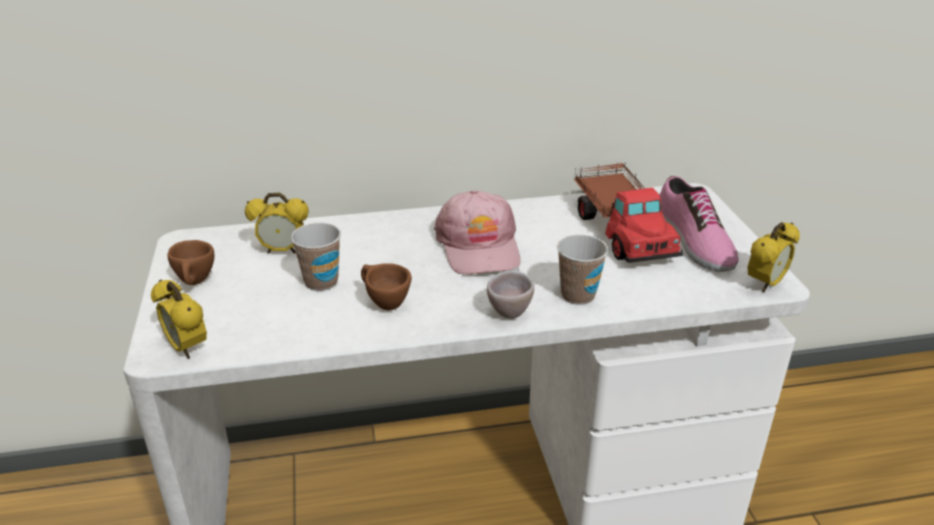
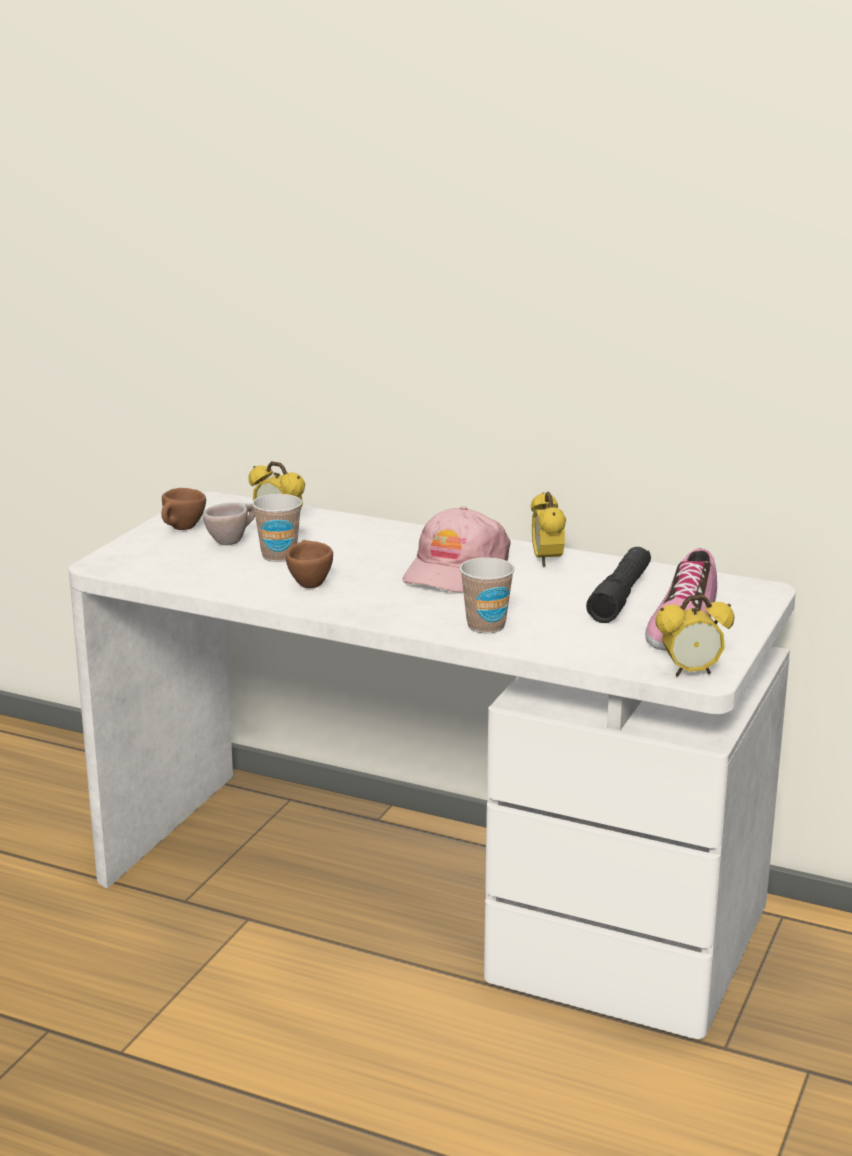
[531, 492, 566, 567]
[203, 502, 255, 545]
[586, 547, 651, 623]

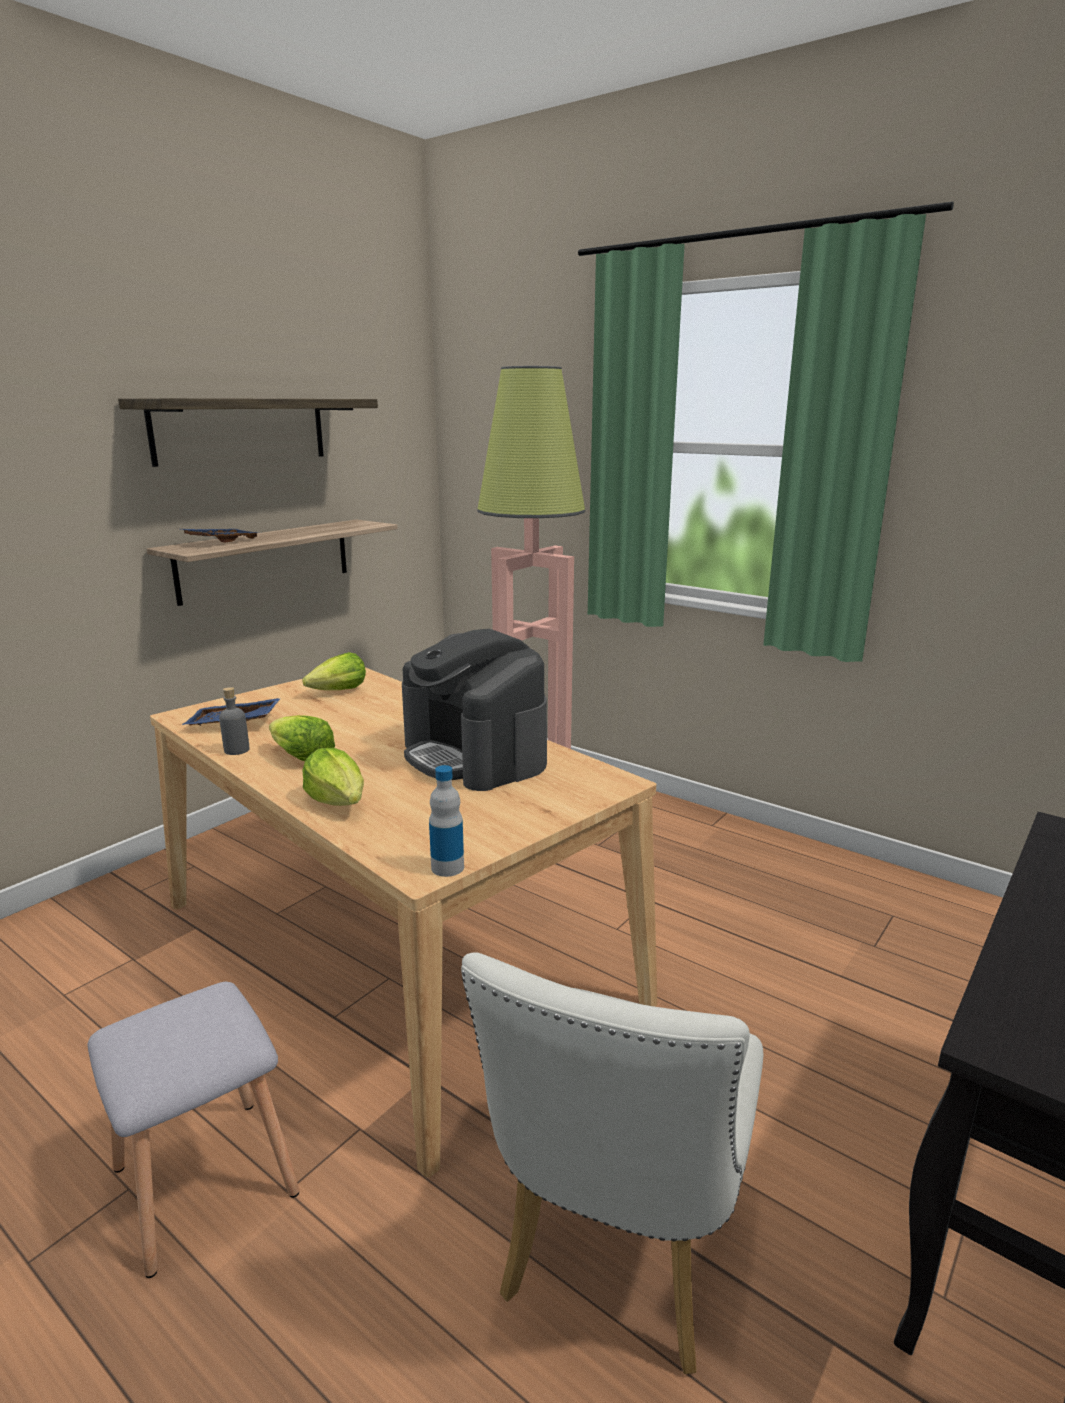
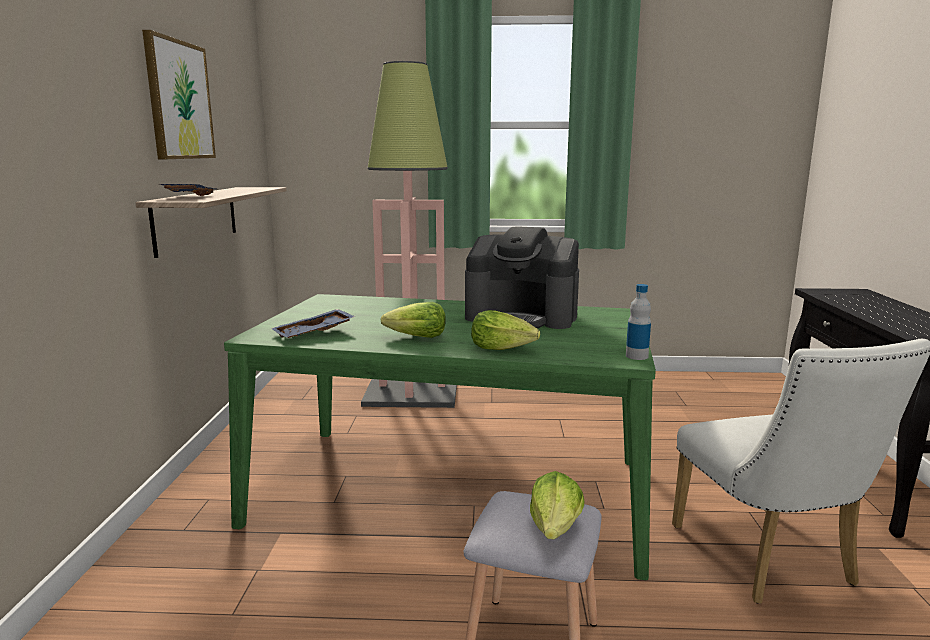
[219, 687, 250, 755] (first image)
[530, 471, 584, 540]
[142, 30, 216, 159]
[224, 294, 656, 580]

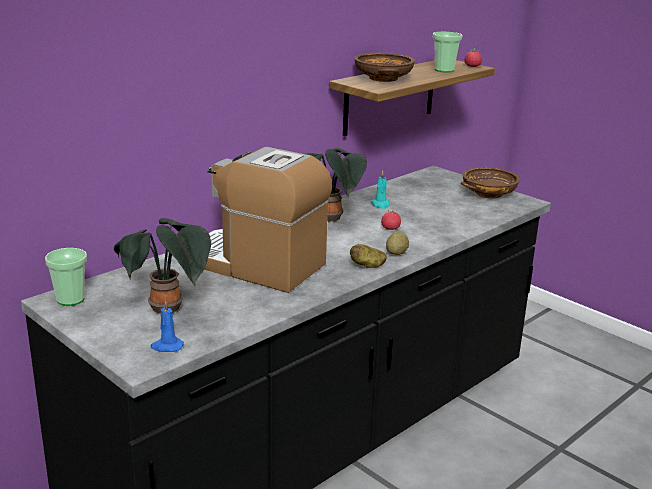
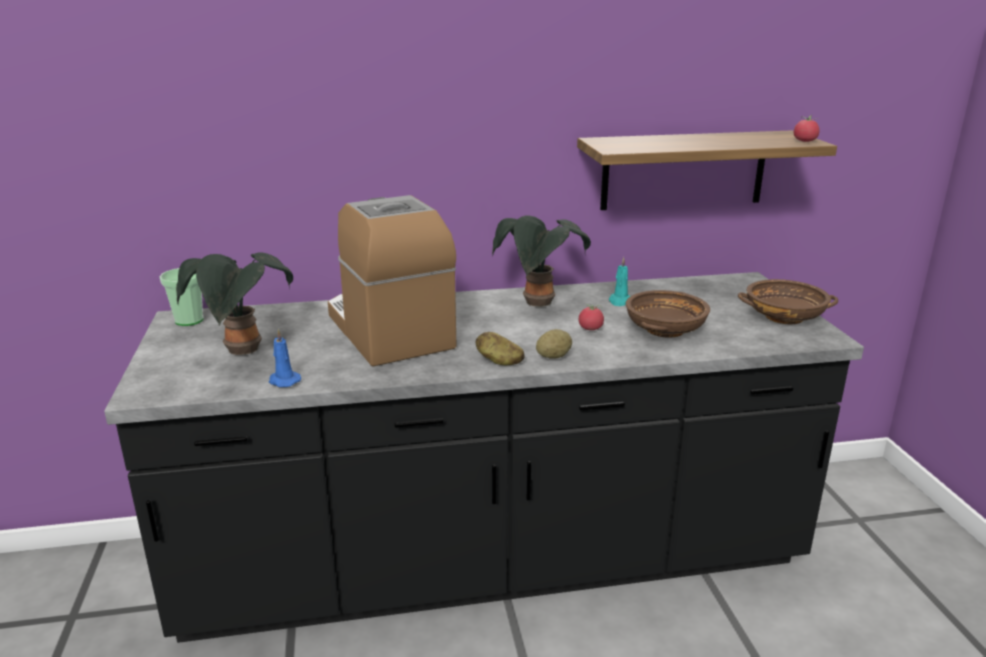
[433, 32, 462, 72] (first image)
[269, 329, 301, 387]
[626, 290, 710, 338]

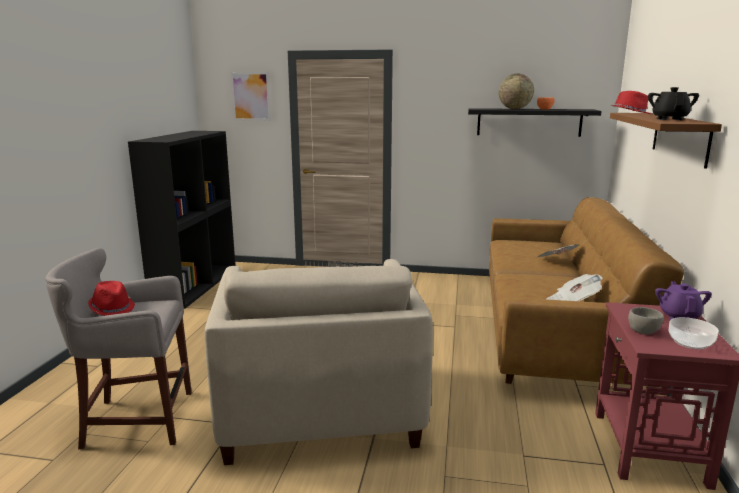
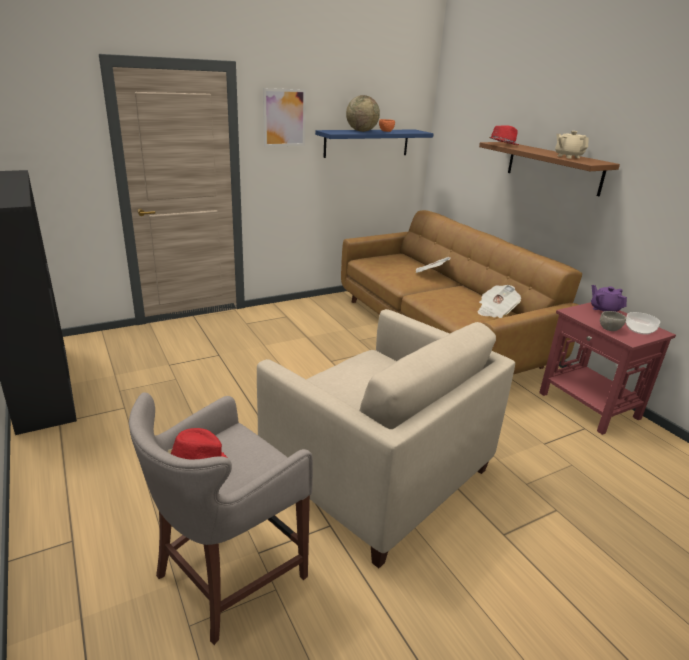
[263, 88, 306, 147]
[315, 130, 434, 158]
[555, 131, 589, 159]

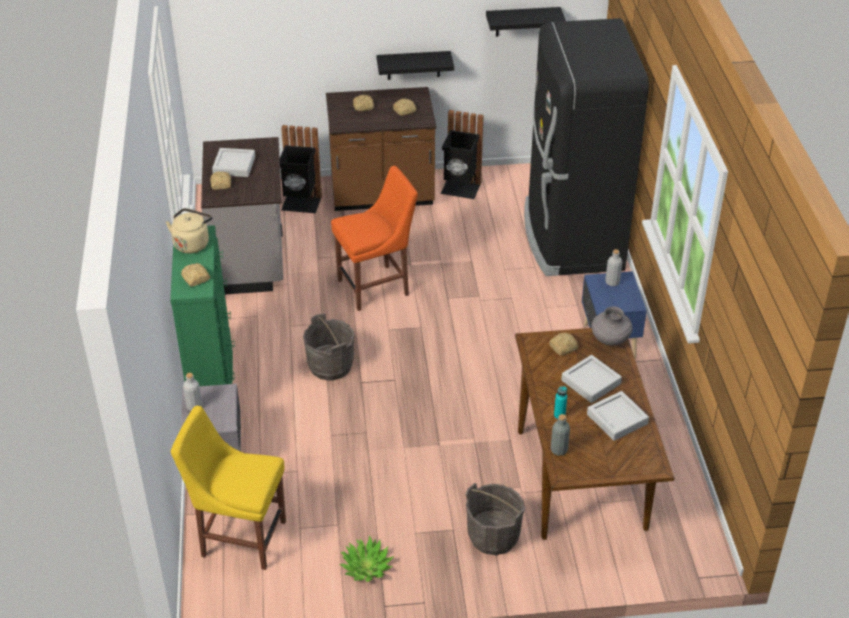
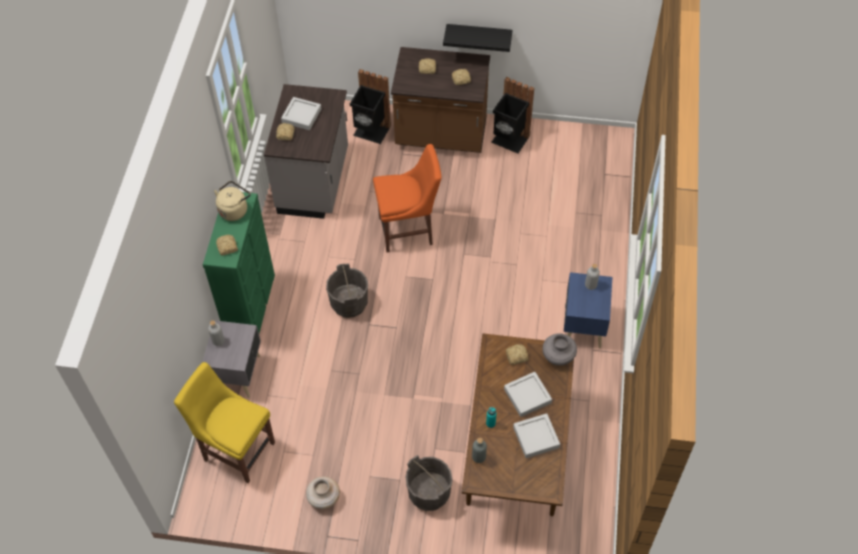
[486, 7, 566, 37] (first image)
[524, 18, 649, 276] (first image)
[306, 476, 340, 509]

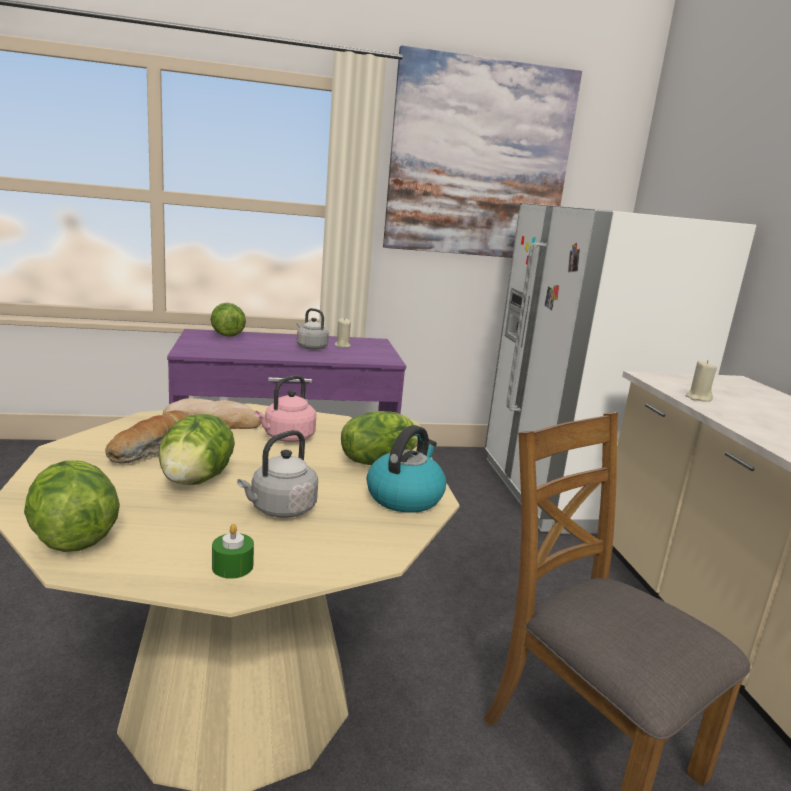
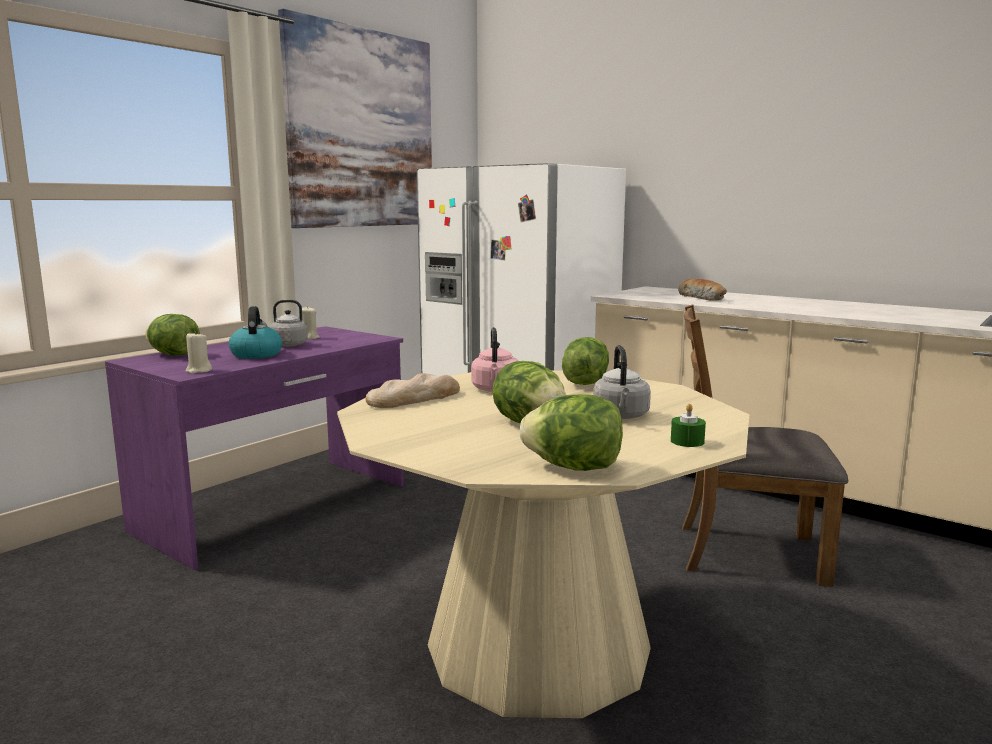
[678, 279, 727, 301]
[229, 306, 282, 359]
[186, 331, 212, 374]

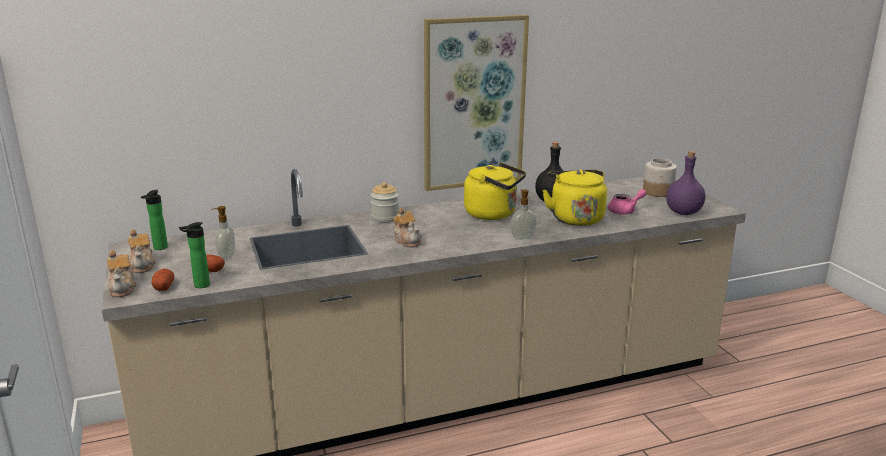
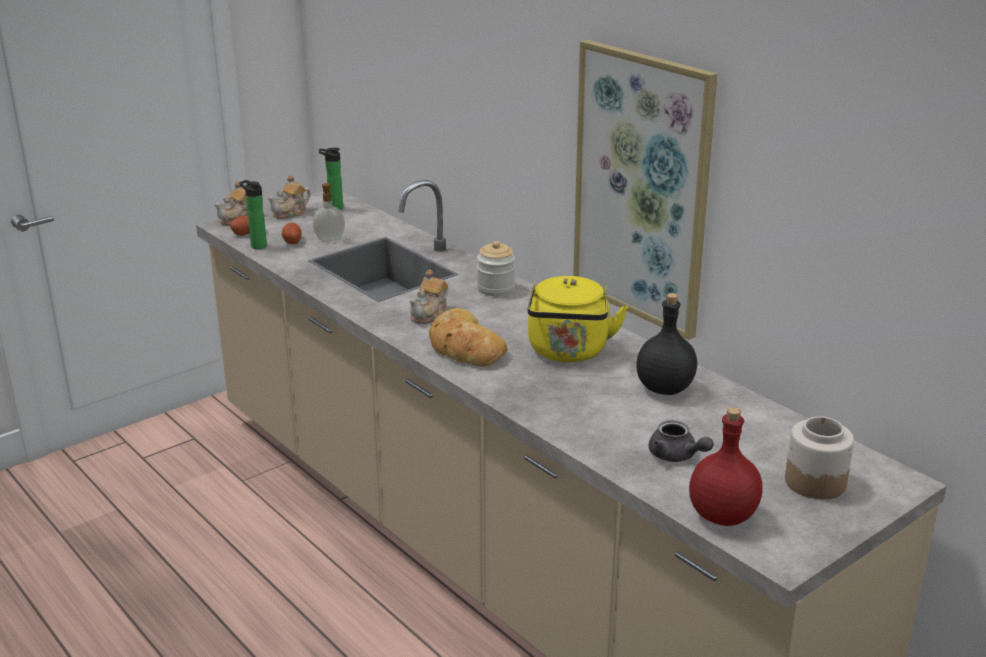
[510, 189, 537, 240] (first image)
[542, 170, 607, 226] (first image)
[429, 308, 507, 367]
[649, 420, 714, 462]
[689, 407, 763, 526]

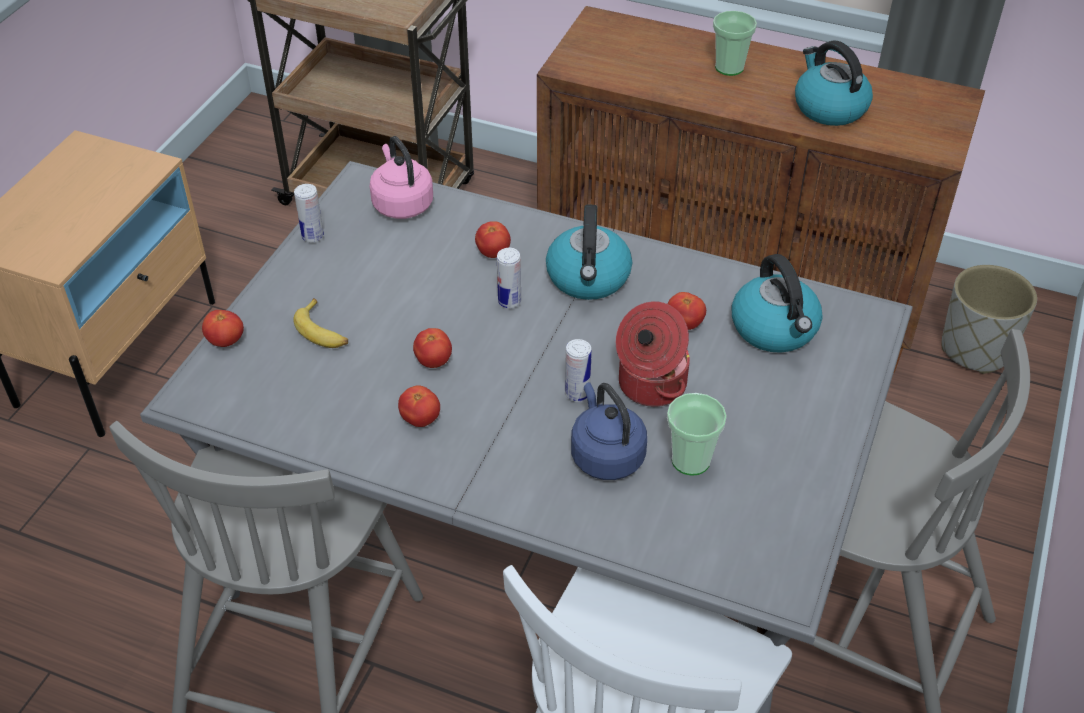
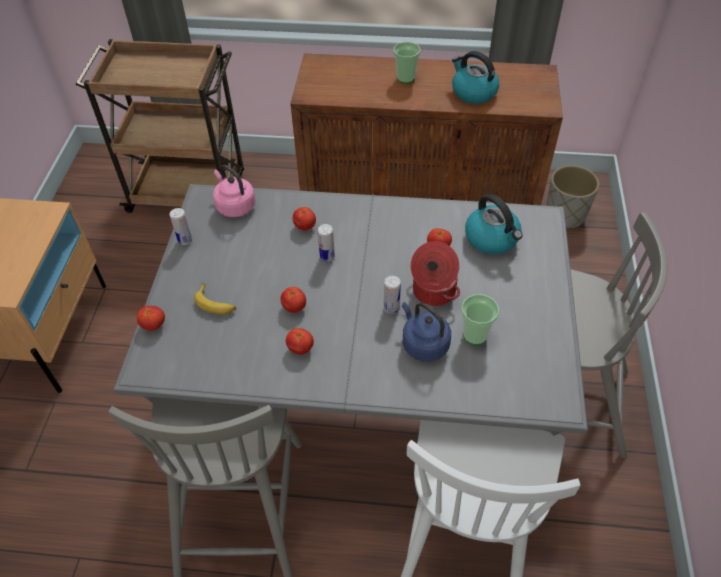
[546, 204, 632, 300] (first image)

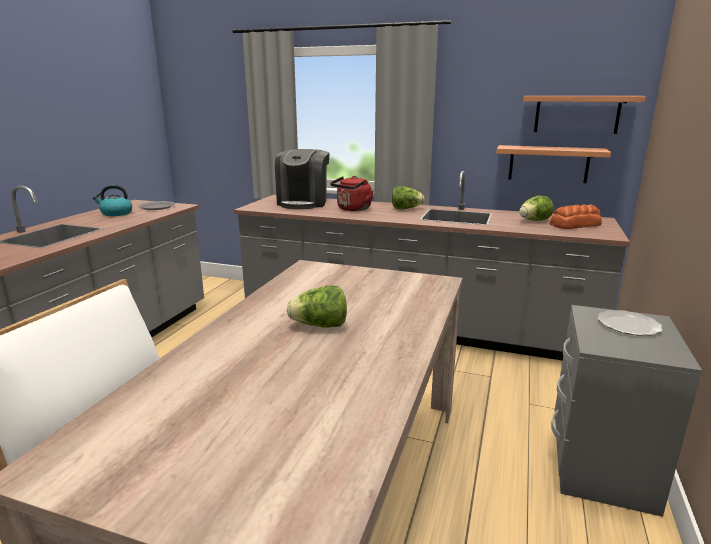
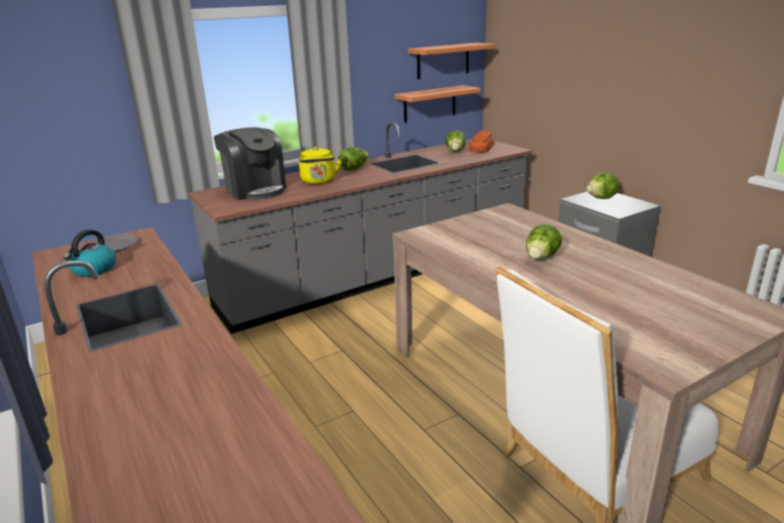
[586, 172, 620, 199]
[299, 147, 342, 184]

